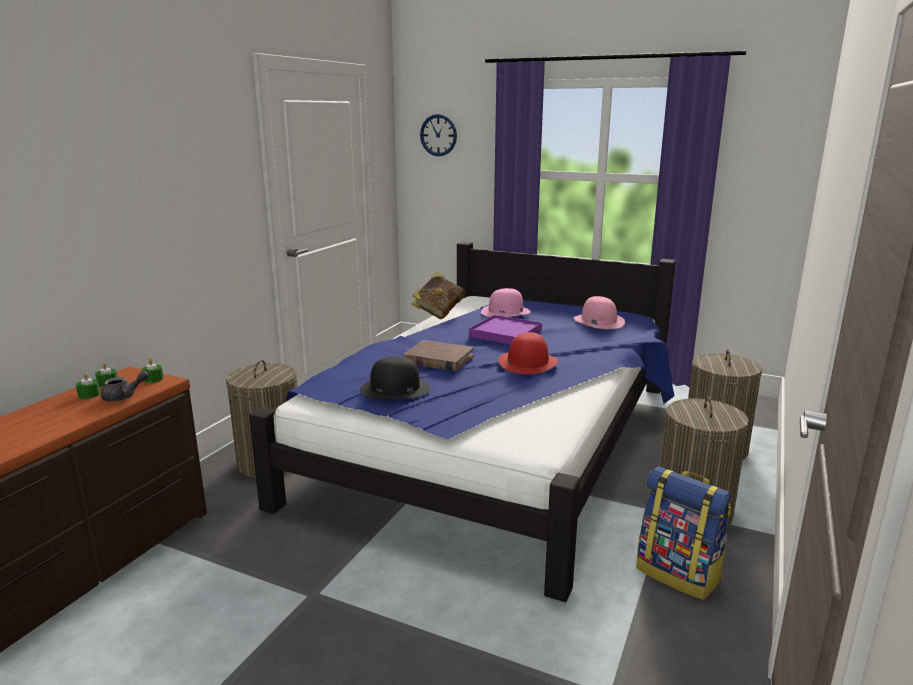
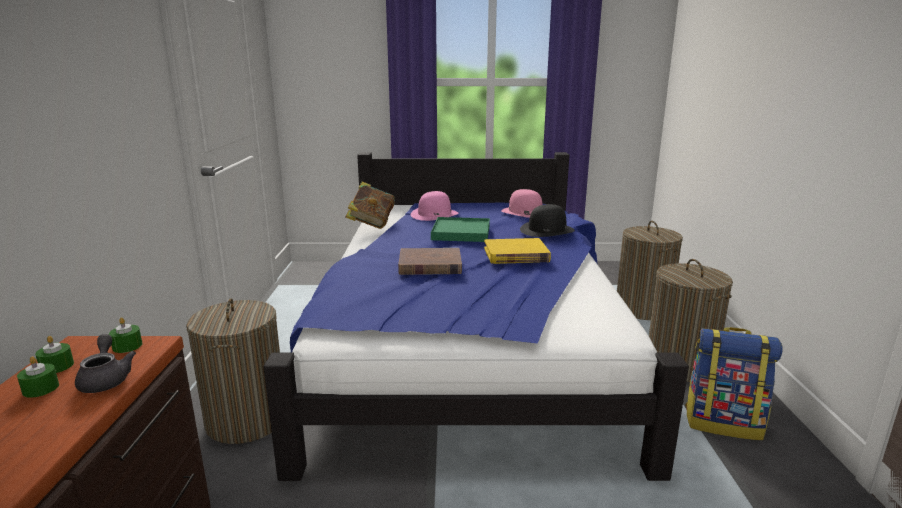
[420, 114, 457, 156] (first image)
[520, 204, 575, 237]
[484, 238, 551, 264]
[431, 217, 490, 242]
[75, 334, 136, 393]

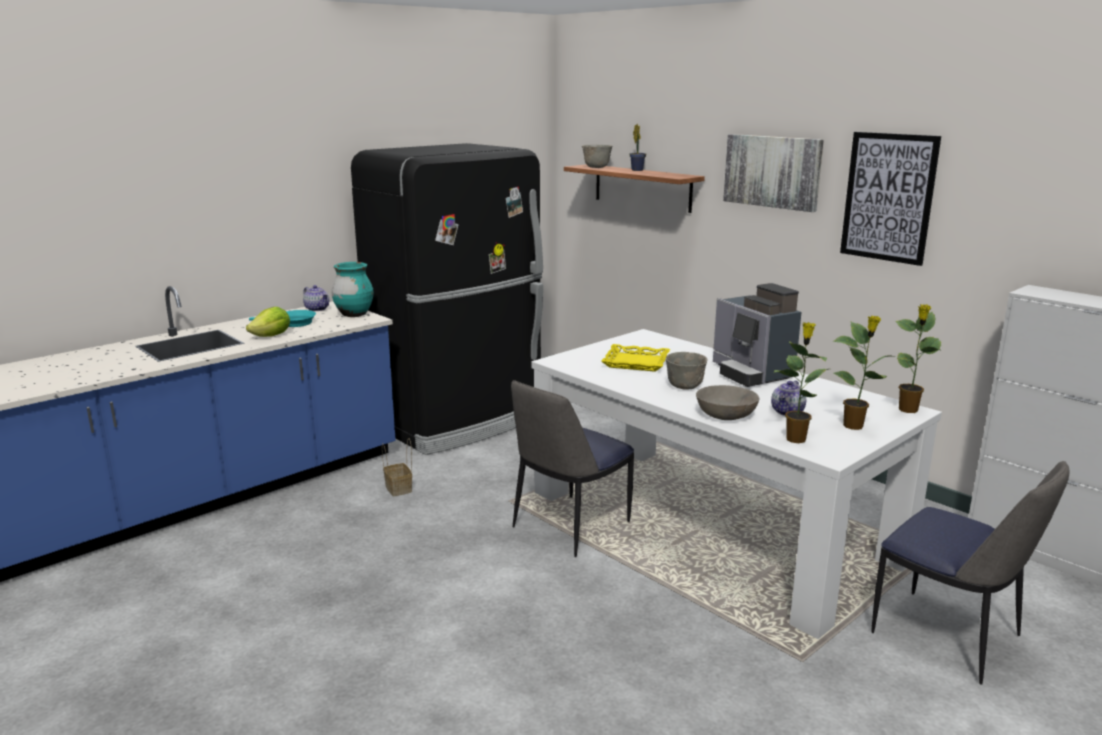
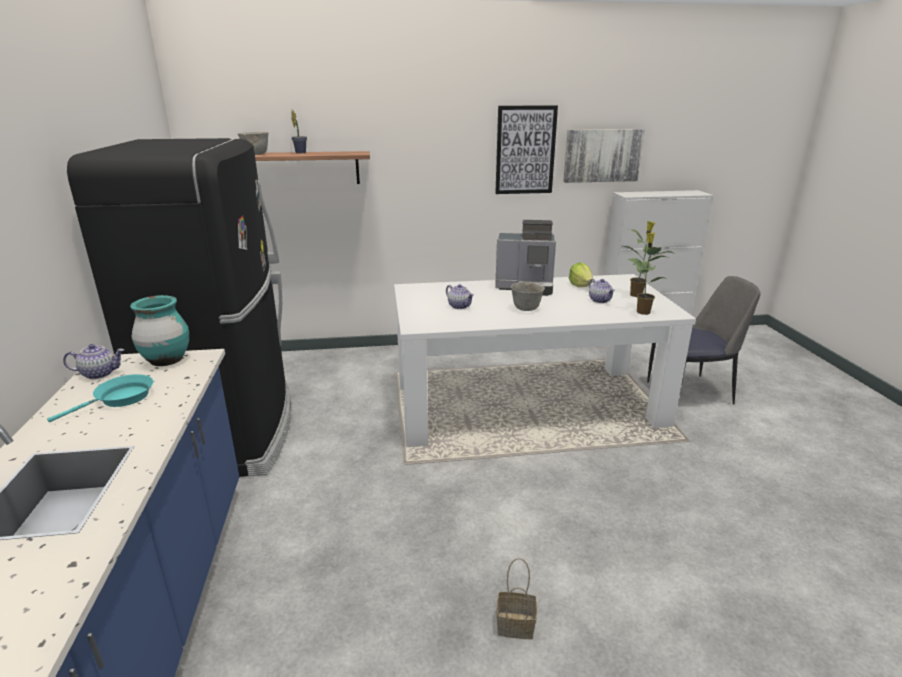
[511, 380, 634, 557] (first image)
[696, 385, 760, 420] (first image)
[896, 304, 942, 413] (first image)
[569, 263, 593, 287]
[497, 558, 537, 639]
[563, 129, 644, 183]
[446, 284, 474, 309]

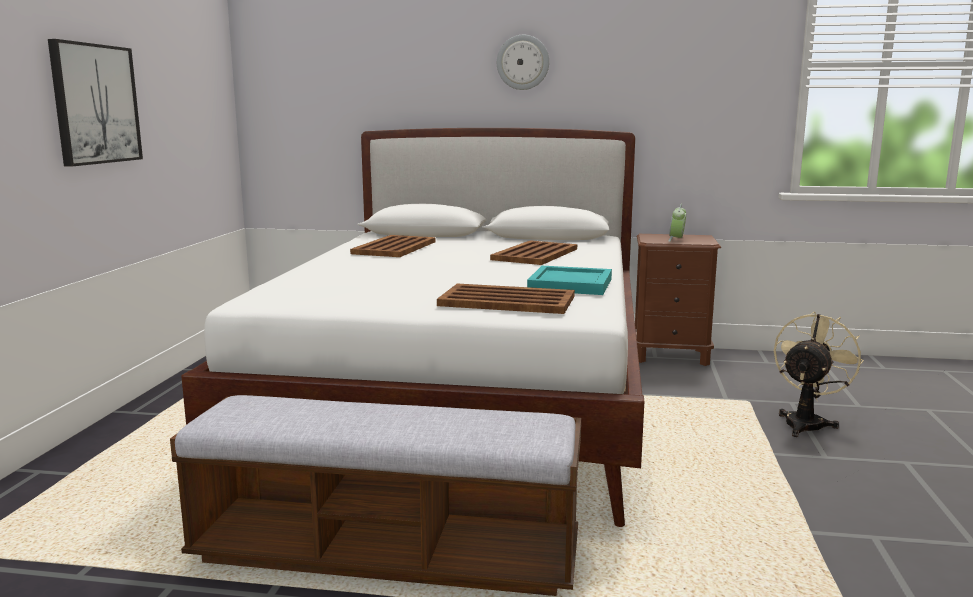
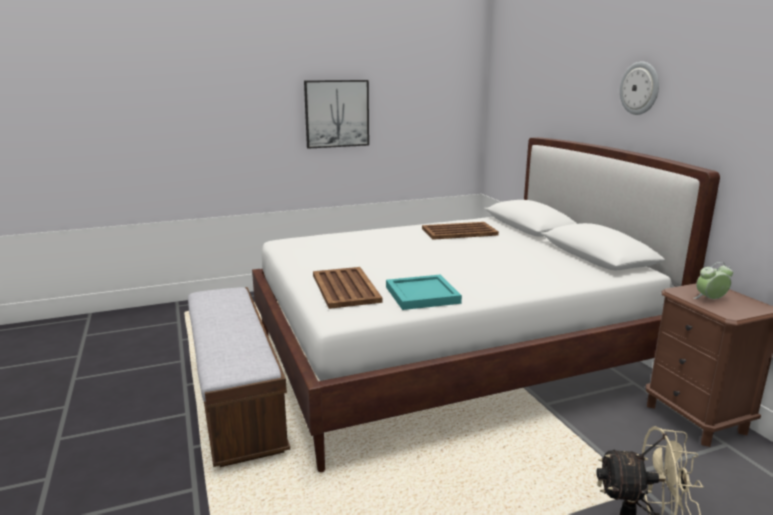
[490, 240, 577, 265] (first image)

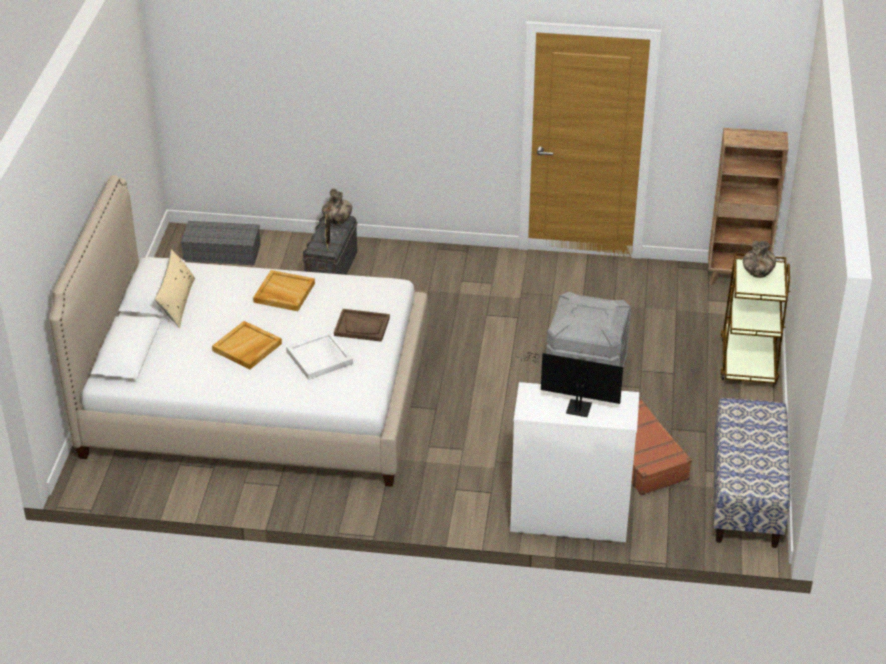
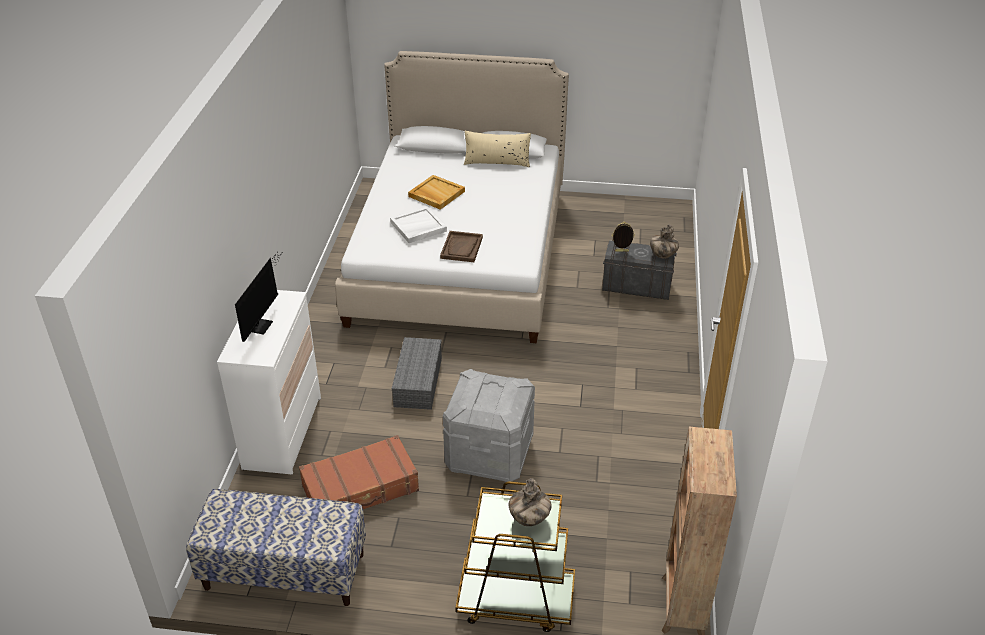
[253, 270, 315, 311] (first image)
[392, 337, 442, 410]

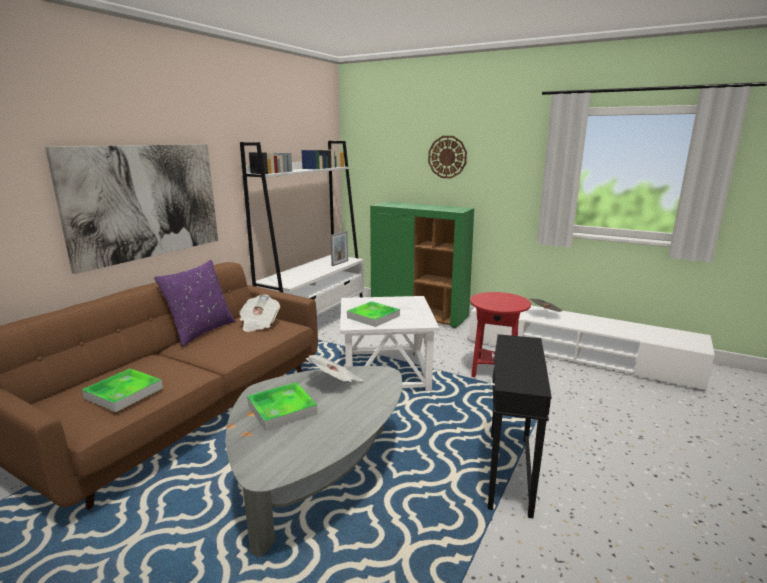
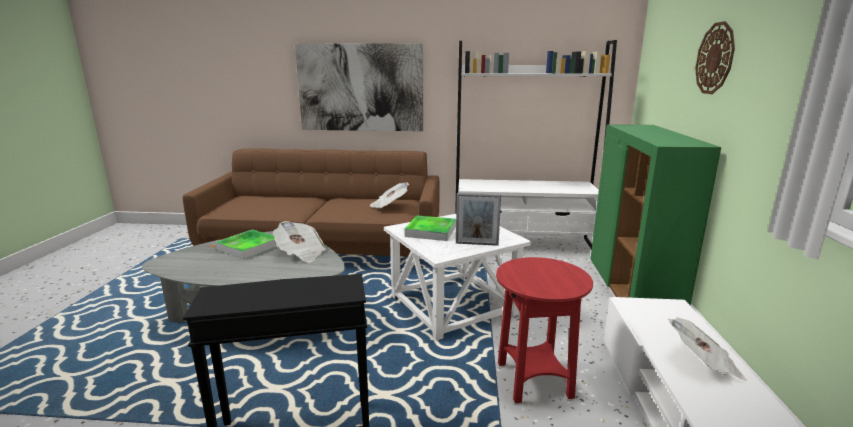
[82, 368, 163, 412] (first image)
[154, 260, 236, 346] (first image)
[456, 193, 501, 246]

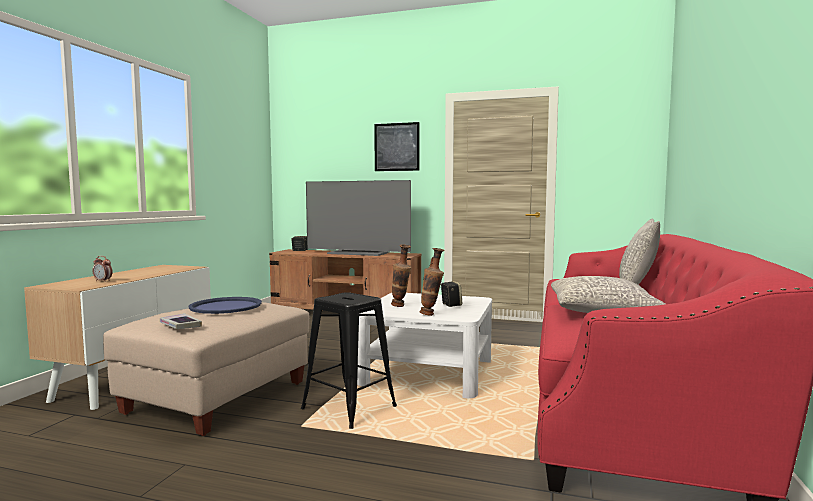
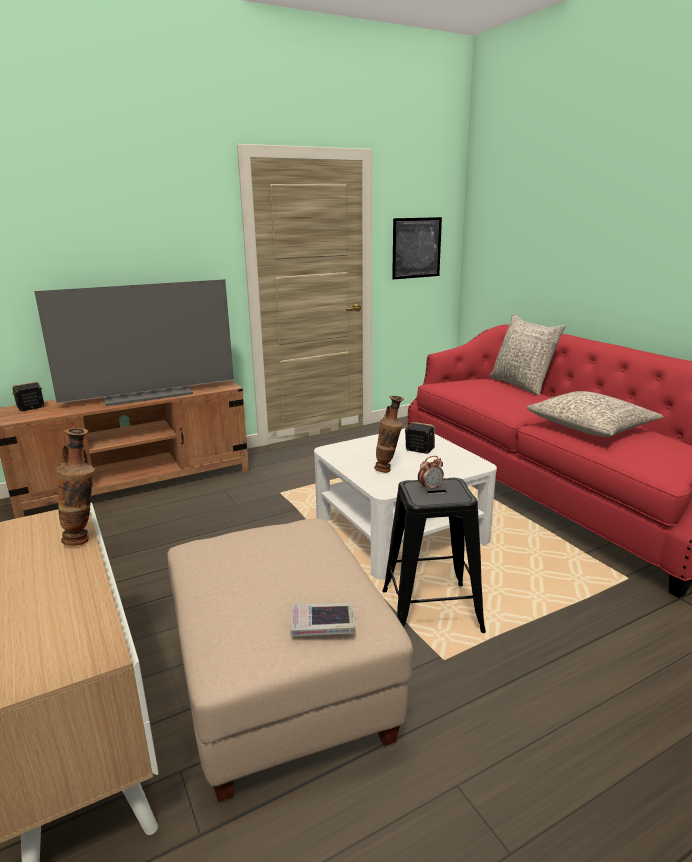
[189, 297, 262, 314] (first image)
[418, 456, 444, 492]
[392, 217, 442, 279]
[56, 428, 95, 546]

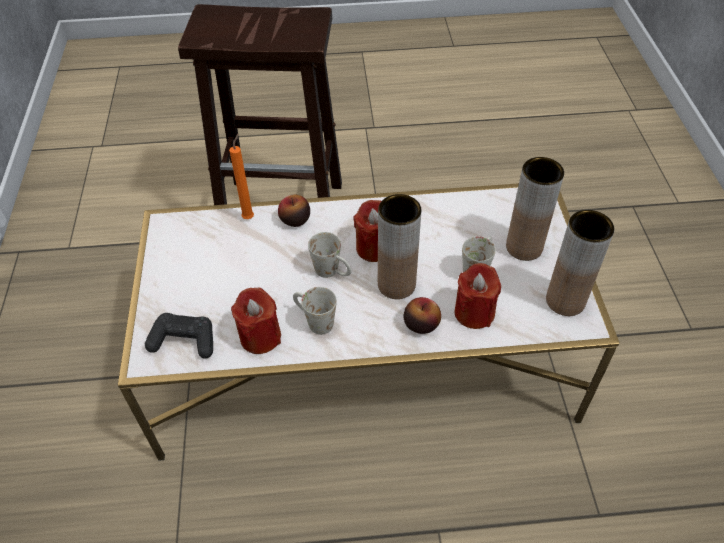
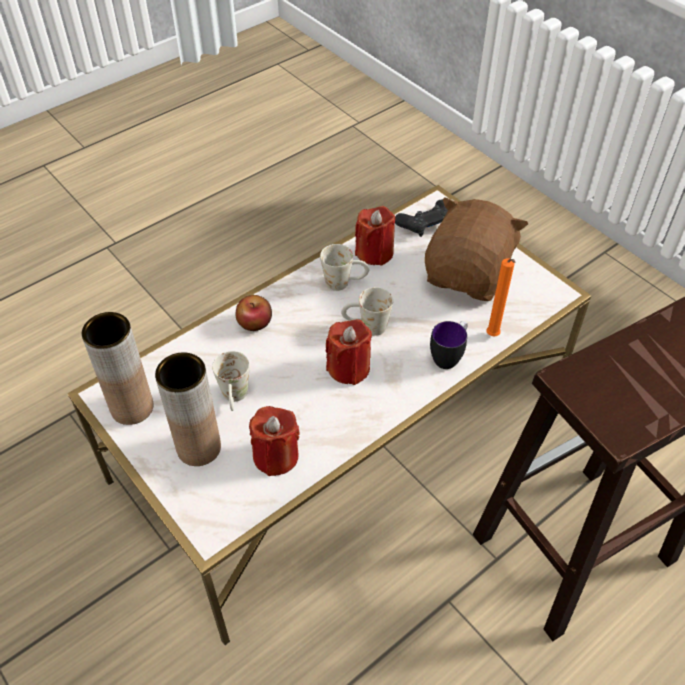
[378, 194, 421, 299] (first image)
[425, 197, 528, 301]
[249, 406, 300, 476]
[430, 321, 468, 369]

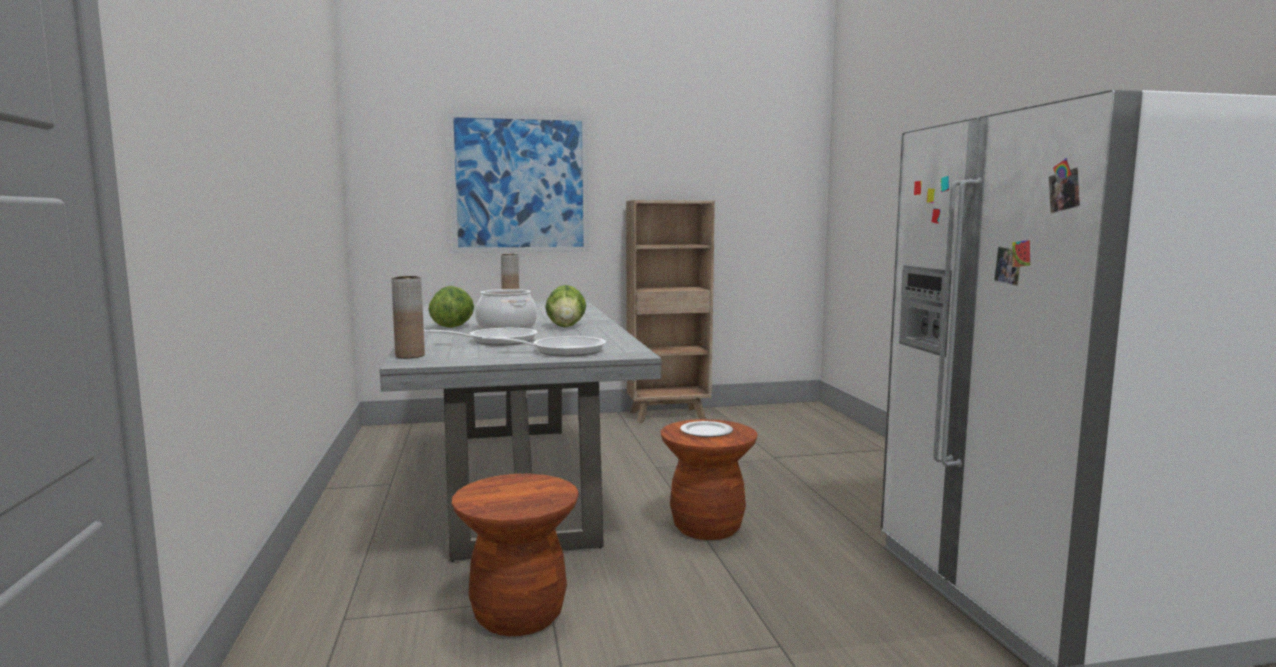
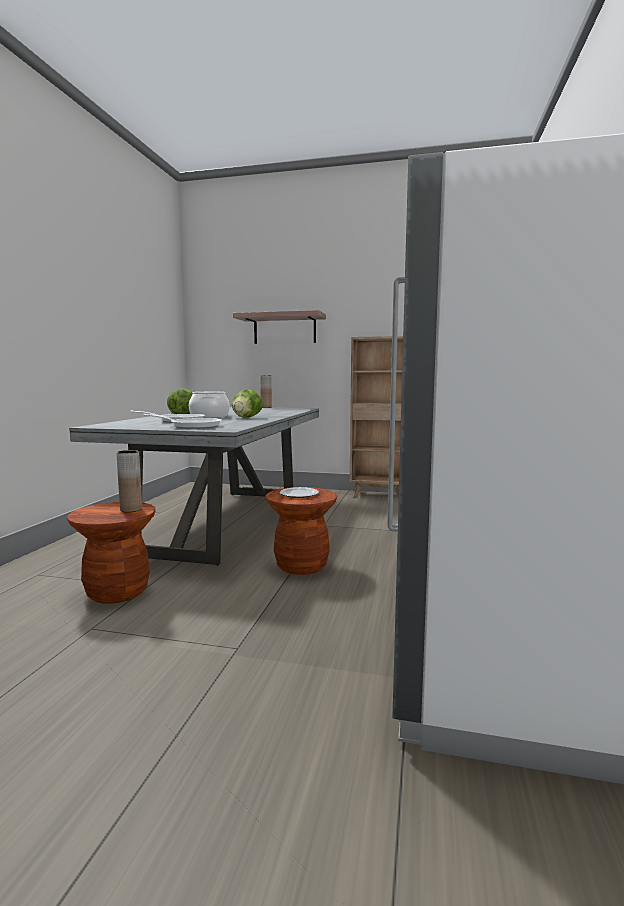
[116, 450, 142, 512]
[233, 310, 326, 344]

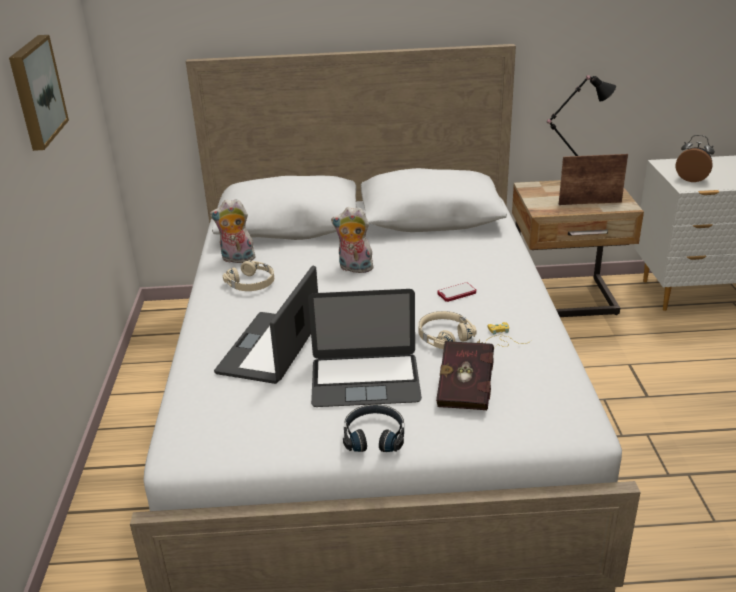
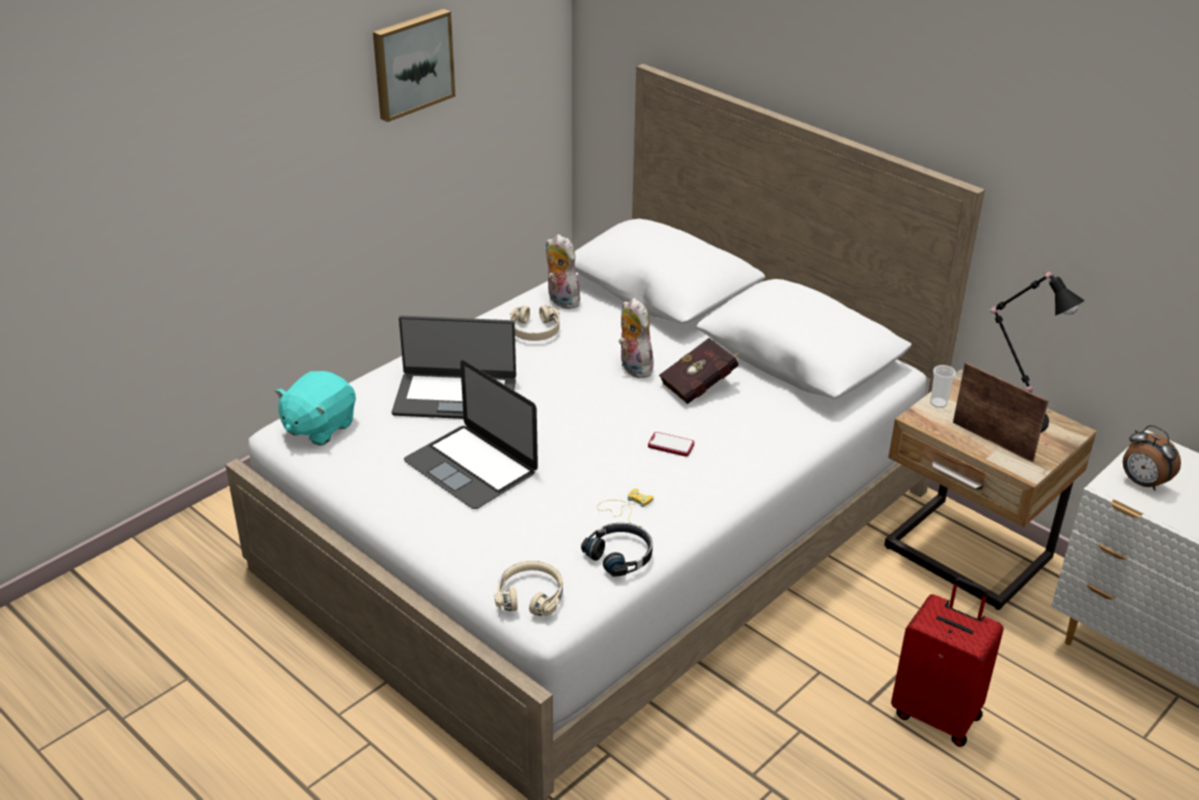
[275, 371, 356, 446]
[891, 577, 1004, 747]
[930, 365, 956, 408]
[581, 523, 653, 577]
[494, 561, 563, 617]
[659, 338, 740, 404]
[392, 316, 516, 419]
[1123, 425, 1181, 491]

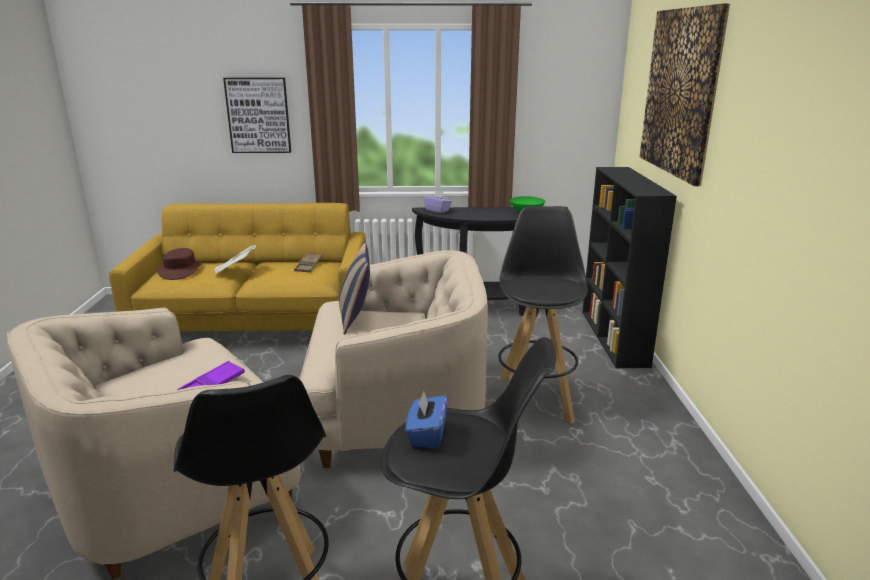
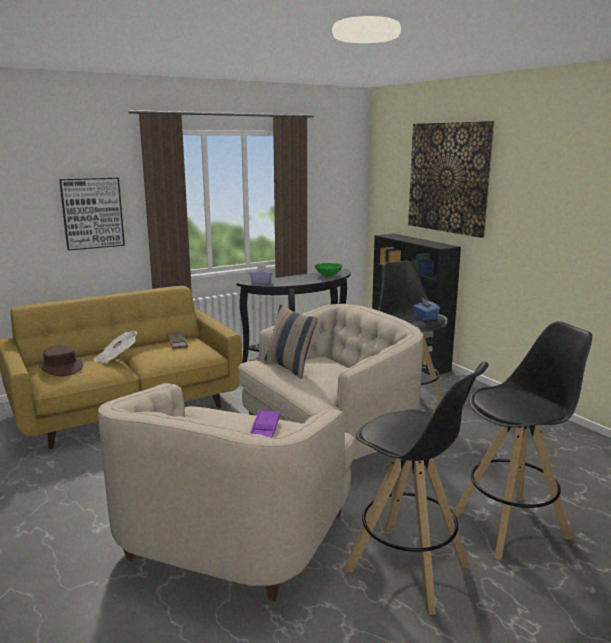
[413, 297, 440, 321]

